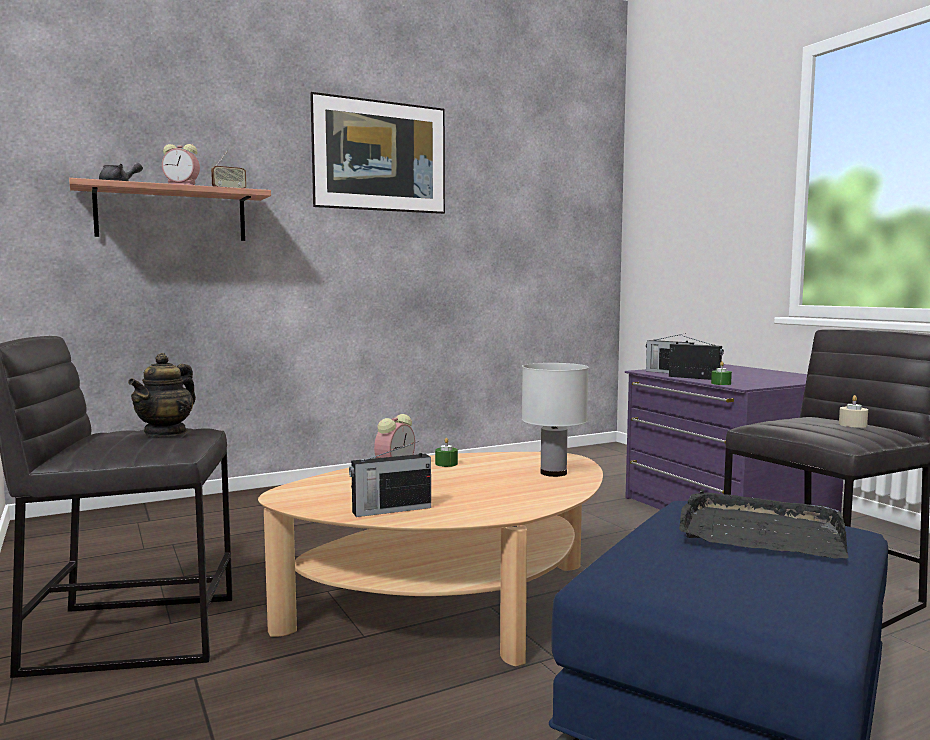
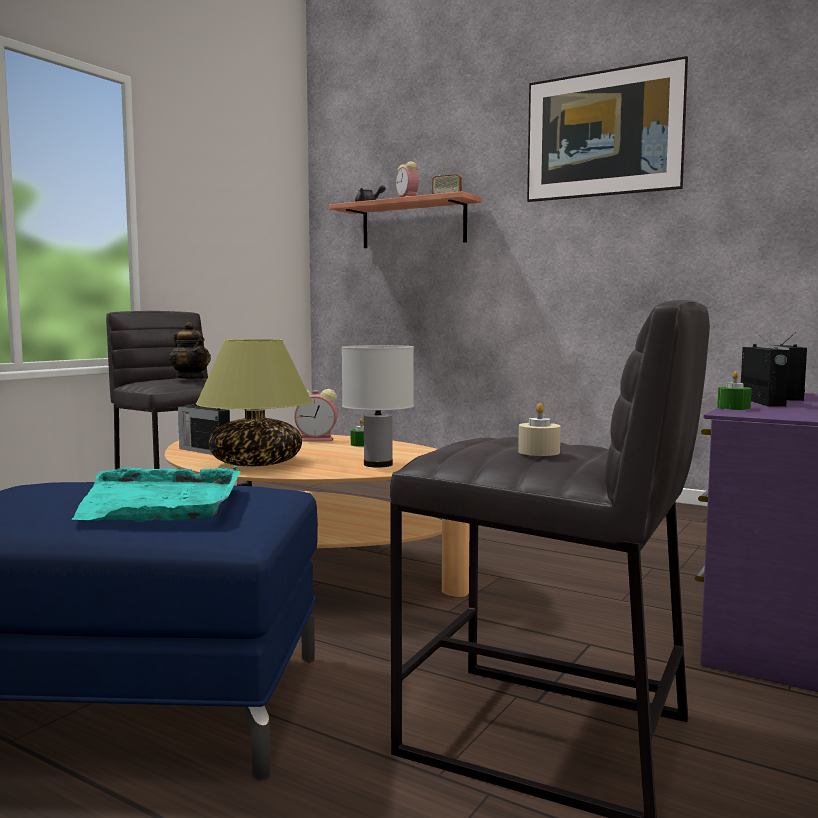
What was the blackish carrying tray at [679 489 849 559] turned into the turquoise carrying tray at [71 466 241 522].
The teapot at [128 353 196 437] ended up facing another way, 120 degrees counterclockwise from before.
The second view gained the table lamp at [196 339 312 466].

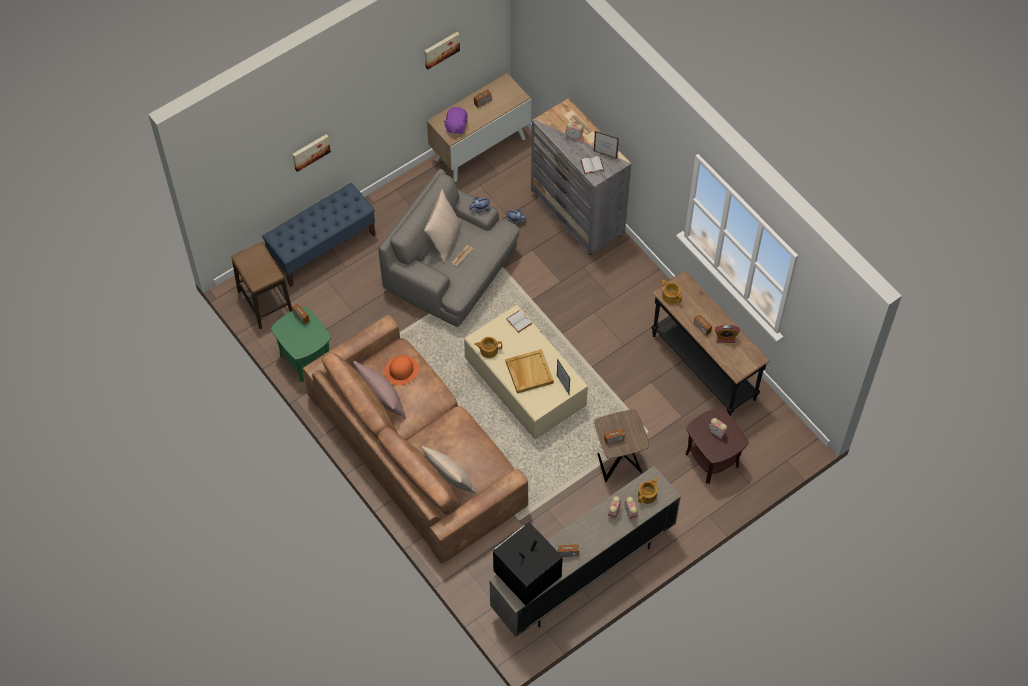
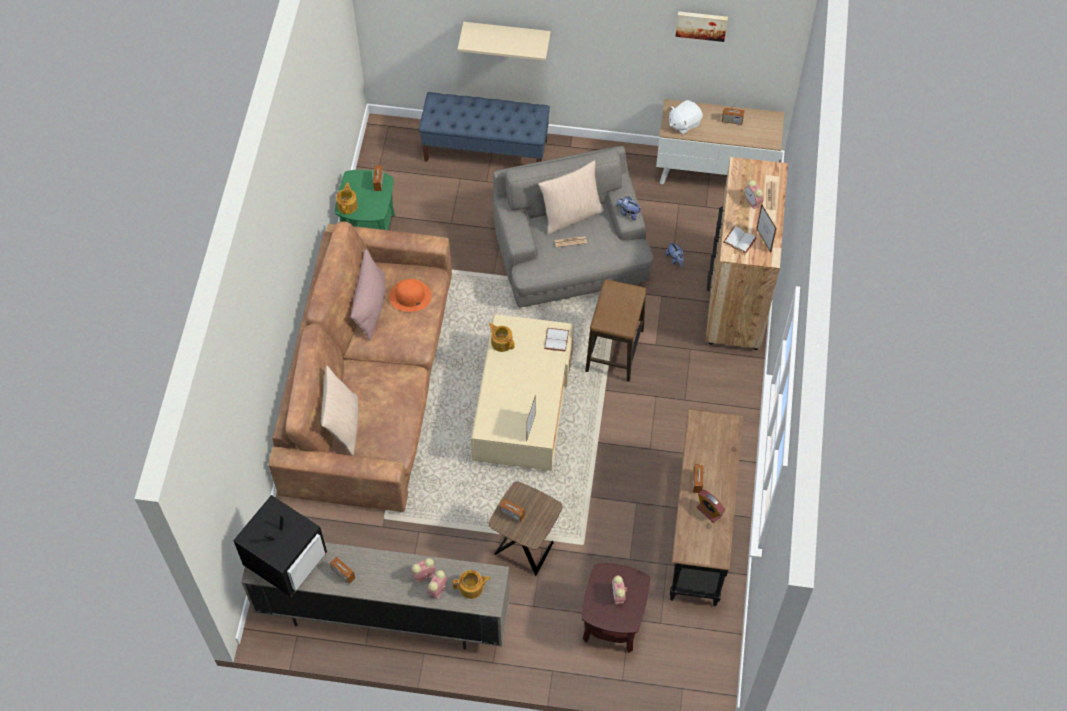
The television at [493 522 563 606] ended up facing another way, 120 degrees clockwise from before.
The teapot ended up elsewhere, having gone from [661 279 682 304] to [336 183 358 214].
Where the wall picture hung at [293 134 331 172], the sand-coloured bracket shelf came to hang at [458 22 551 61].
The sitting stool ended up elsewhere, having gone from [231 242 293 329] to [585 279 647 382].
What was the purple-coloured soft toy at [443 107 468 134] turned into the white soft toy at [669 100 703 134].
What was the gray drawer chest at [531 98 631 255] turned into the brown drawer chest at [705 157 788 350].
The second view lost the sand-coloured carrying tray at [506 349 554 394].

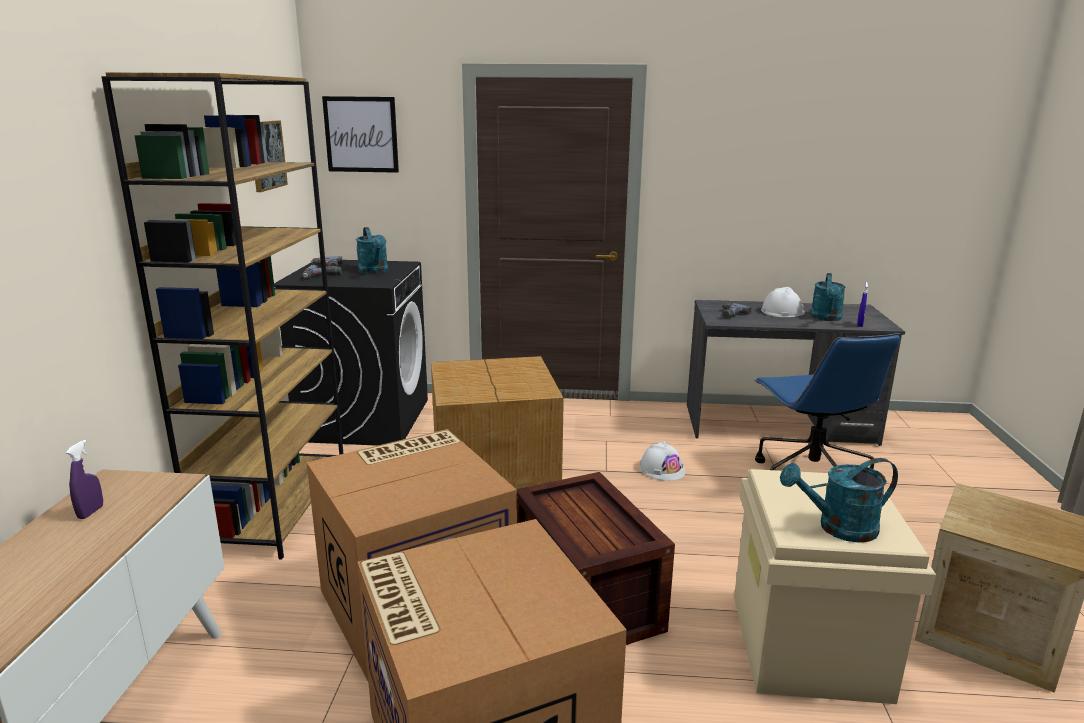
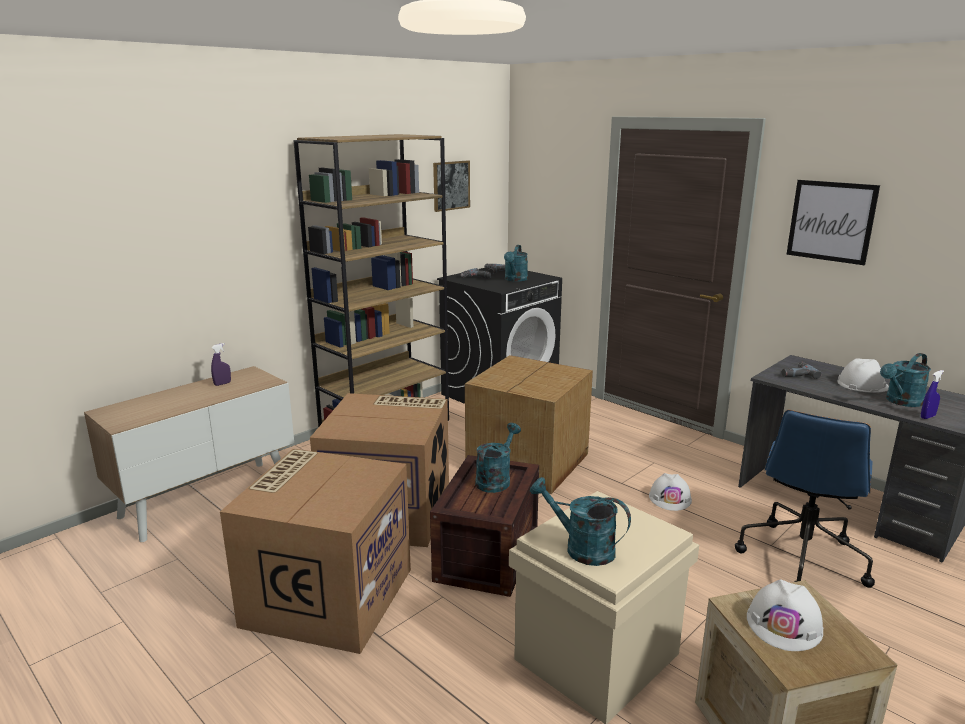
The second view gained the turquoise watering pot at [475 423 521 493].
The second view gained the white hard hat at [747 579 824 651].
The wall picture ended up elsewhere, having gone from [322 96 399 173] to [786 180 880 265].

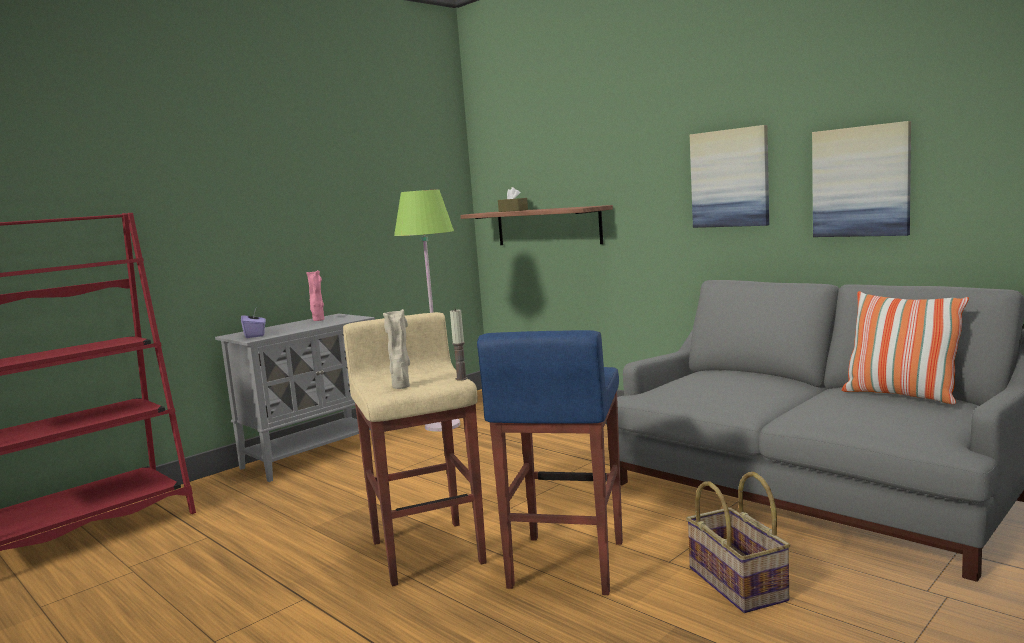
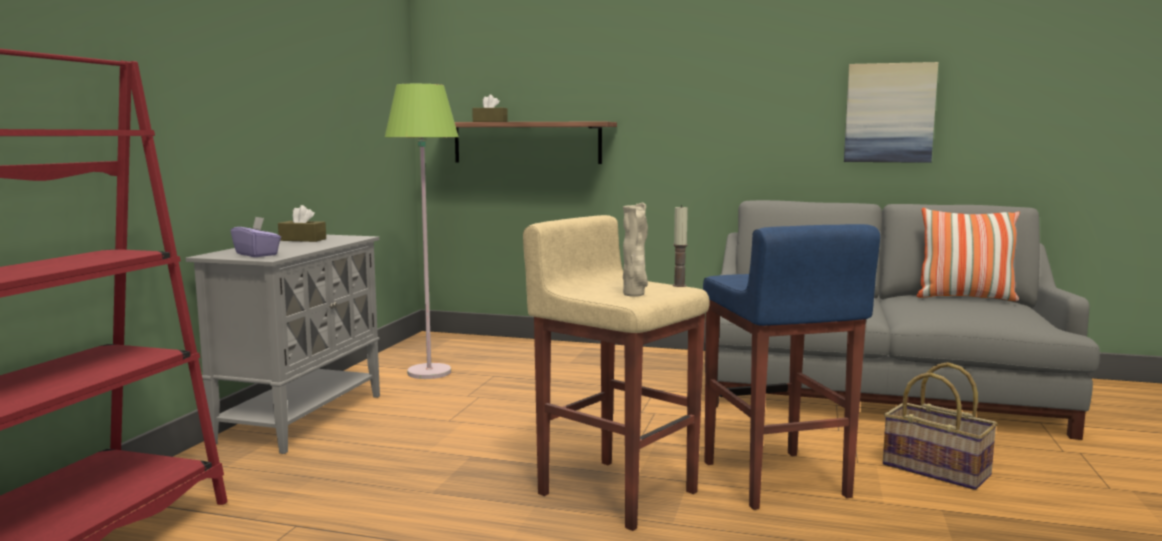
Where the pinkish flower vase stood at [306 270 324 321], the brown tissue holder came to stand at [278 205 326 242].
The second view lost the wall picture at [690 125 769 228].

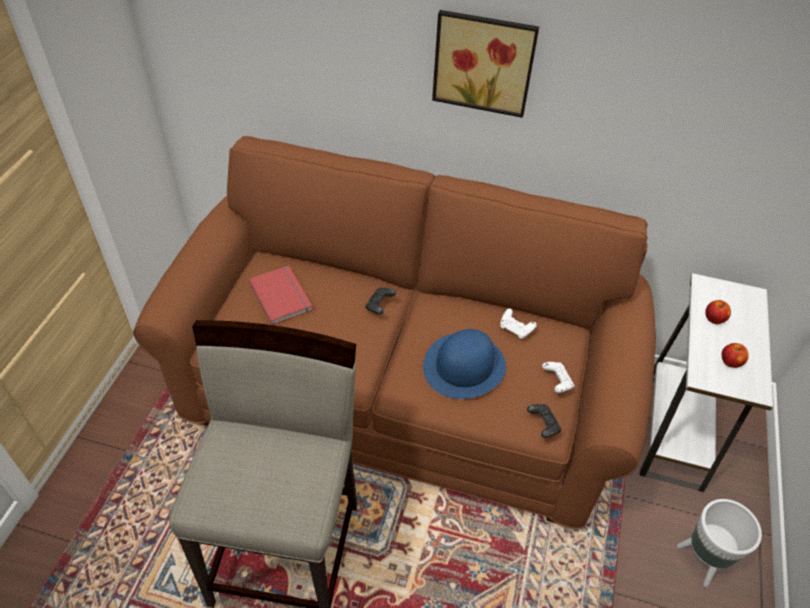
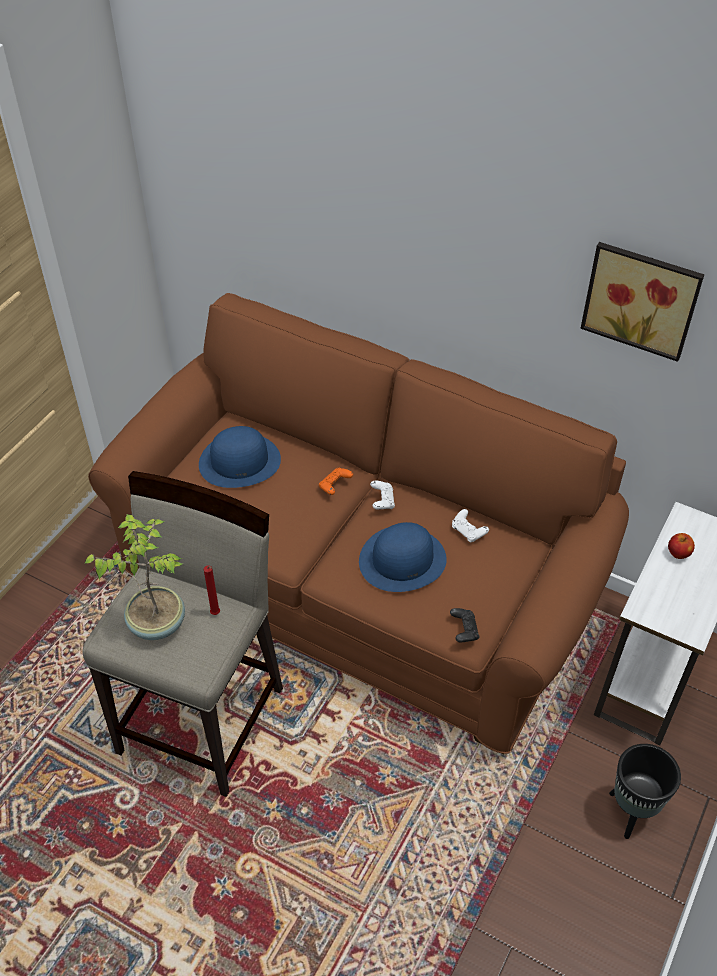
The second view gained the houseplant at [84 514 185 640].
Where the reddish volume stood at [249 266 313 325], the bluish clothing hat came to stand at [199 426 281 488].
The second view gained the reddish wax light at [204 565 220 615].
What was the blackish gamepad at [365 287 396 315] turned into the orangey gamepad at [319 467 353 495].
The white gamepad ended up elsewhere, having gone from [542 362 574 393] to [370 481 395 510].
The wall picture ended up elsewhere, having gone from [432 10 539 118] to [580 242 704 362].
What was the white plant pot at [677 499 762 587] turned into the blackish plant pot at [609 744 681 839].
The second view lost the apple at [722 343 749 368].

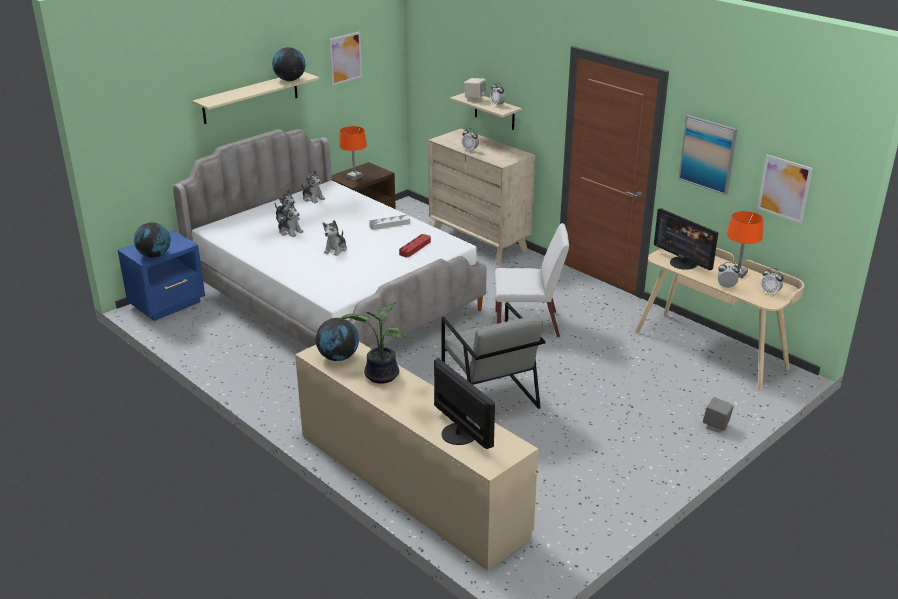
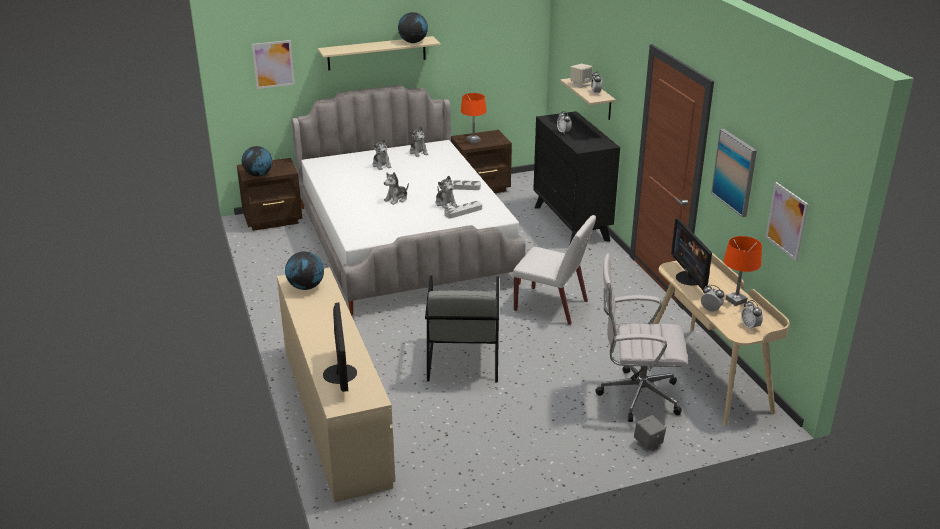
What was the bluish bedside table at [118 230 205 321] turned into the brown bedside table at [237 158 303 231].
The wall picture ended up elsewhere, having gone from [329 32 362 86] to [252 40 295 89].
The soft toy ended up elsewhere, having gone from [276 202 304 237] to [436 176 457 209].
What was the reddish carrying tray at [399 234 431 257] turned into the gray carrying tray at [445 201 482 219].
What was the sand-coloured drawer chest at [428 129 535 266] turned into the blackish drawer chest at [533 111 620 246].
The second view gained the white office chair at [595 254 688 422].
The second view lost the houseplant at [340 302 407 384].

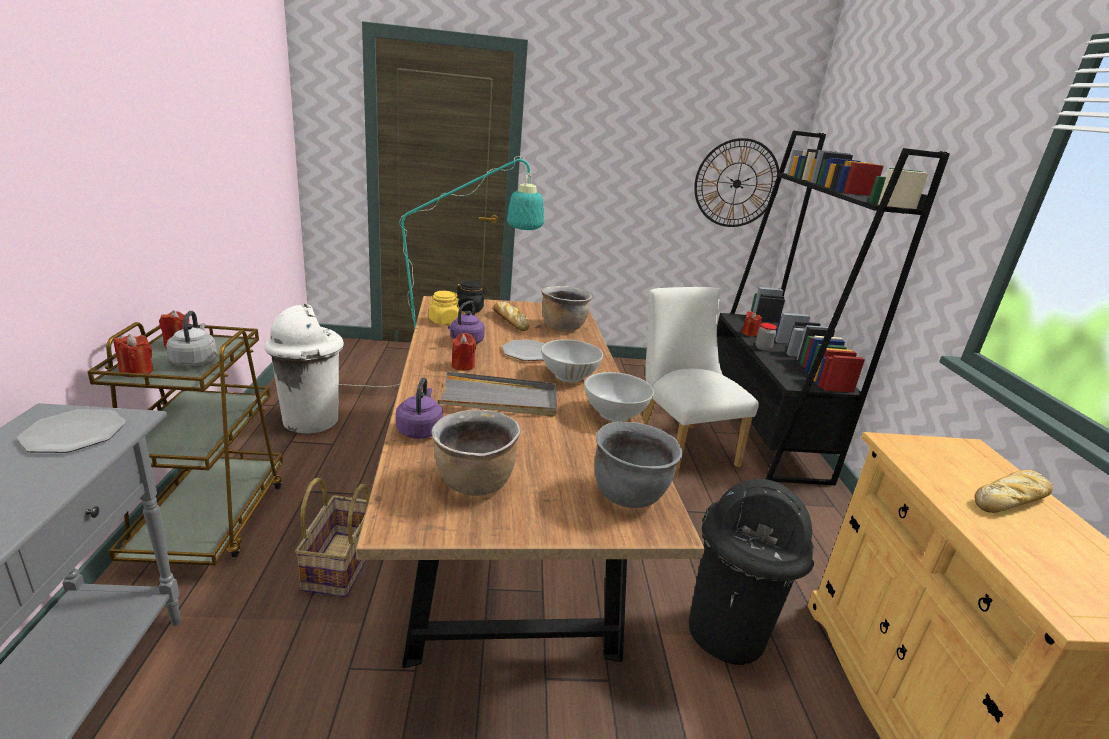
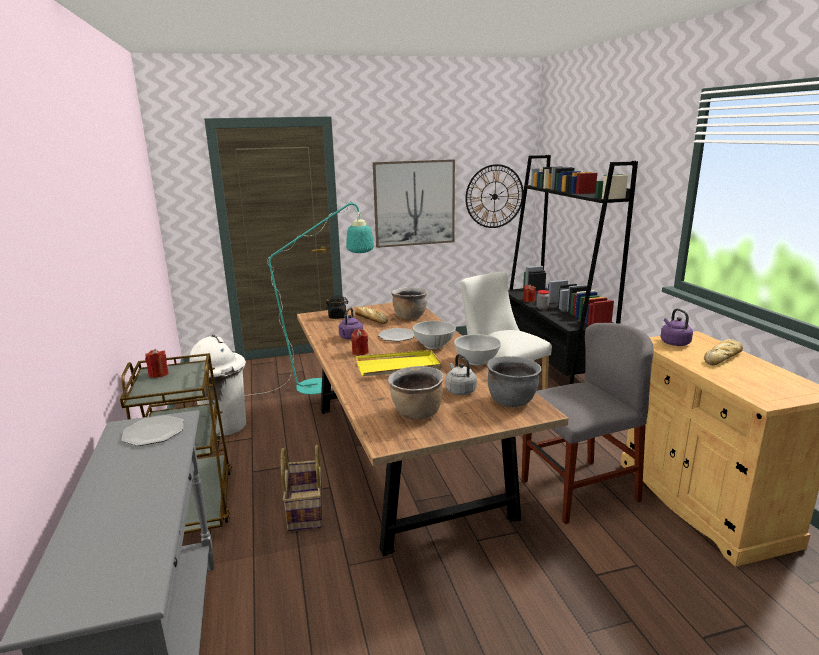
What was the gray carrying tray at [438 371 557 417] turned into the yellowish carrying tray at [356 350 442 376].
The second view gained the wall picture at [373 159 455 248].
The gray tea kettle ended up elsewhere, having gone from [166 311 217 367] to [445 354 477 395].
Where the blackish trash can stood at [689 479 814 665], the gray chair came to stand at [522 323 654 524].
The purple-coloured tea kettle ended up elsewhere, having gone from [396 377 443 439] to [660 308 693 346].
The second view lost the reddish wax light at [114 334 154 377].
The second view lost the yellowish jar at [428 291 459 325].

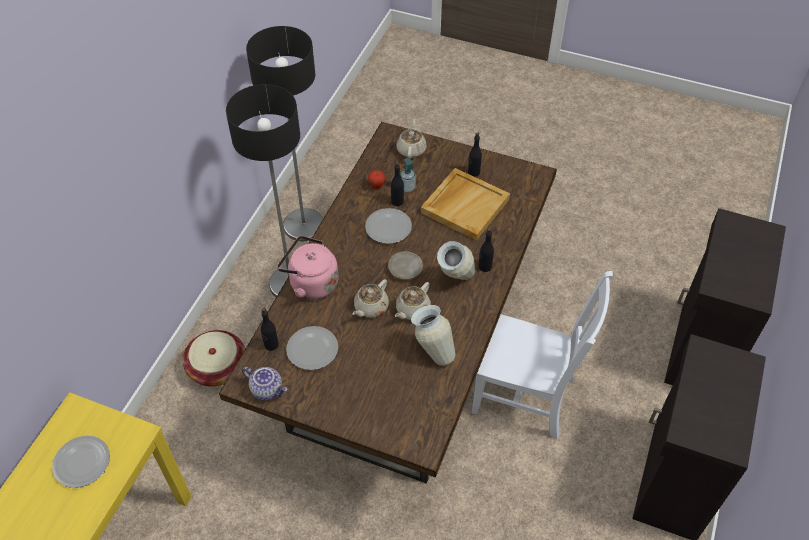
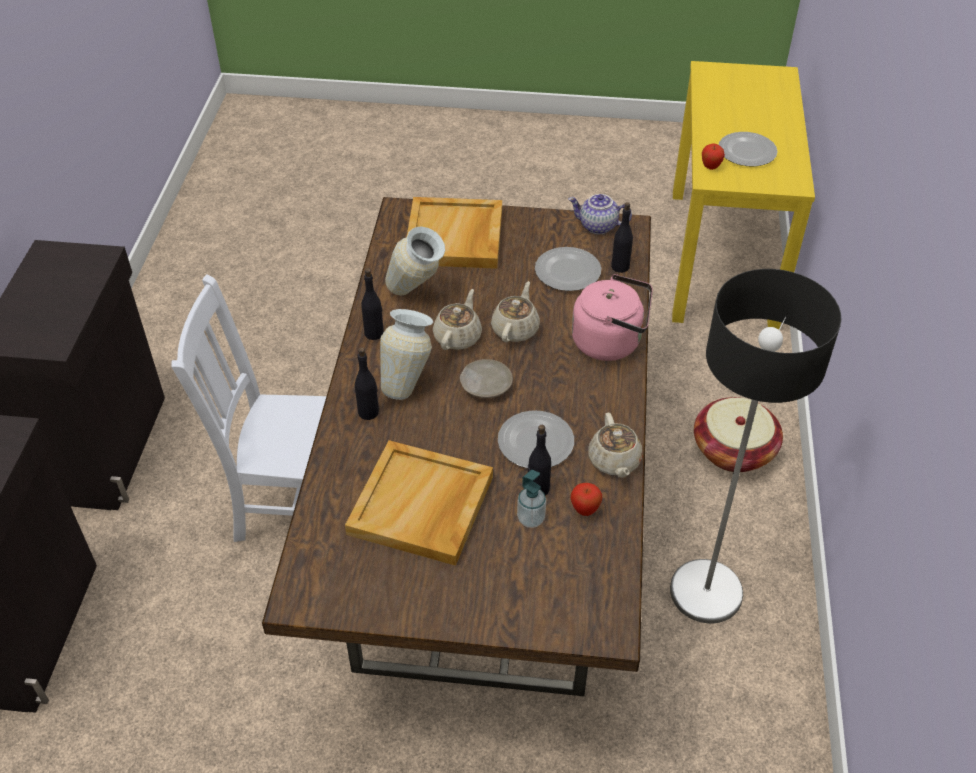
The blackish bottle ended up elsewhere, having gone from [468 132 482 177] to [362 268 384 340].
The second view gained the sand-coloured carrying tray at [407 197 502 269].
The sand-coloured teapot ended up elsewhere, having gone from [396 119 427 158] to [588 413 643 478].
The second view gained the apple at [702 144 725 170].
The second view lost the floor lamp at [246 26 323 241].

